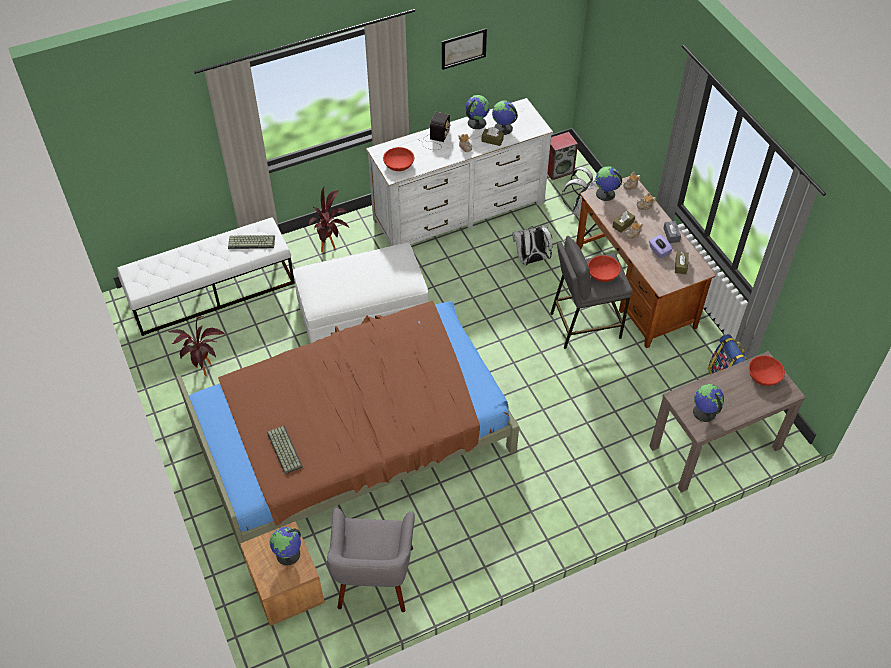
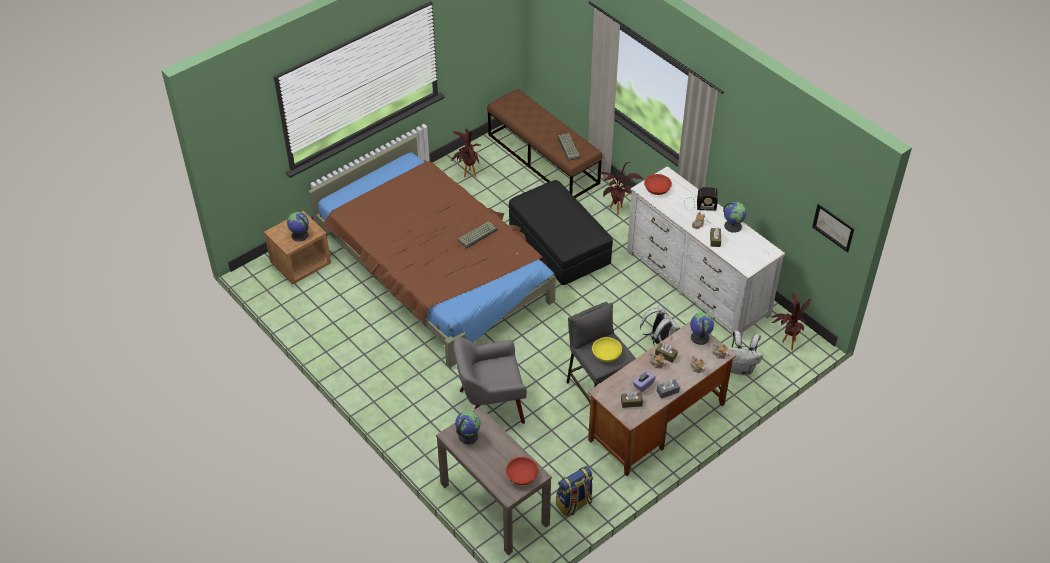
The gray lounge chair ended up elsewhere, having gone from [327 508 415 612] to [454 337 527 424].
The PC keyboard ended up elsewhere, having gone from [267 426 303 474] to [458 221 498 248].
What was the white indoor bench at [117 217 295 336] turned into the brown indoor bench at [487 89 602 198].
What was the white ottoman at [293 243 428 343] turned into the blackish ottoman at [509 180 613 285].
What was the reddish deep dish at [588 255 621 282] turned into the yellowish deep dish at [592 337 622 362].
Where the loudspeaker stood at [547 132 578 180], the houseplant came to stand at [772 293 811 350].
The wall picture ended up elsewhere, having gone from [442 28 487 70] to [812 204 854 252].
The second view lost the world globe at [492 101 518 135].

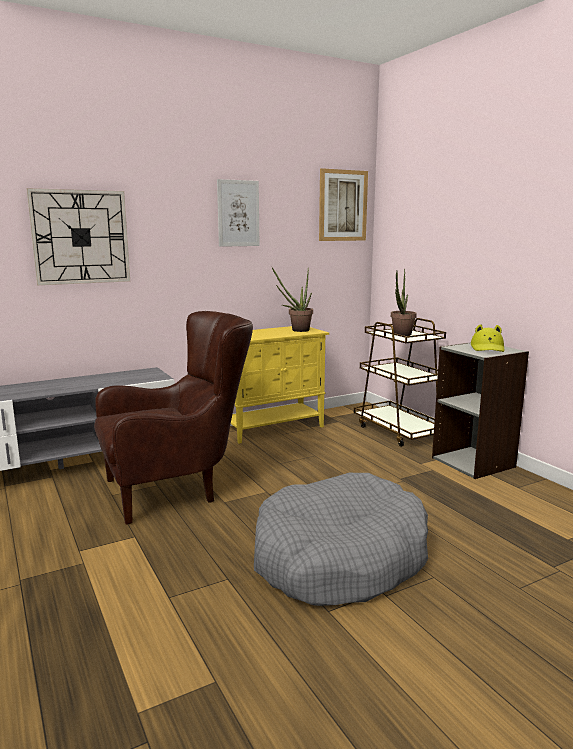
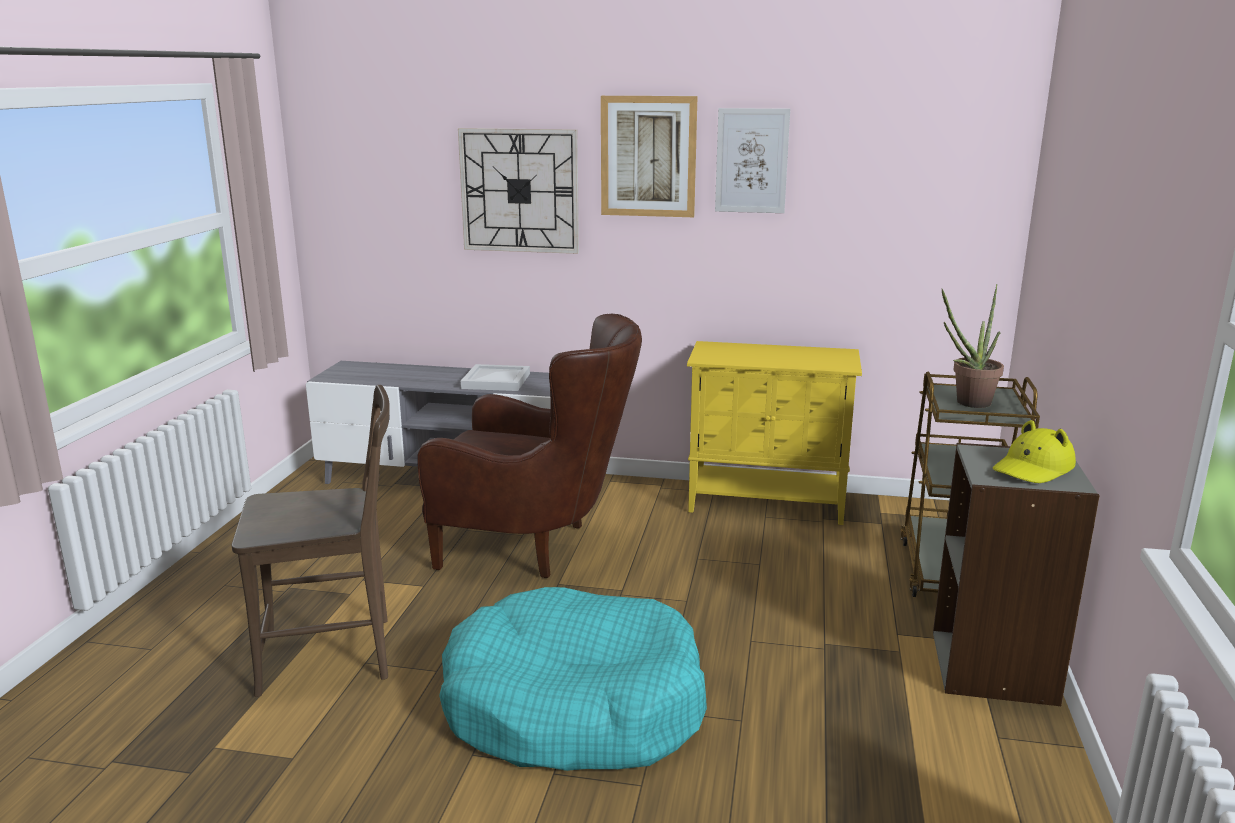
The second view gained the brown chair at [231 385 389 697].
What was the gray dog bed at [254 473 428 606] turned into the turquoise dog bed at [439 587 707 771].
The second view gained the white carrying tray at [461 364 530 391].
The wall picture ended up elsewhere, having gone from [319 168 368 241] to [601 96 698 217].
The second view lost the houseplant at [272 267 313 332].

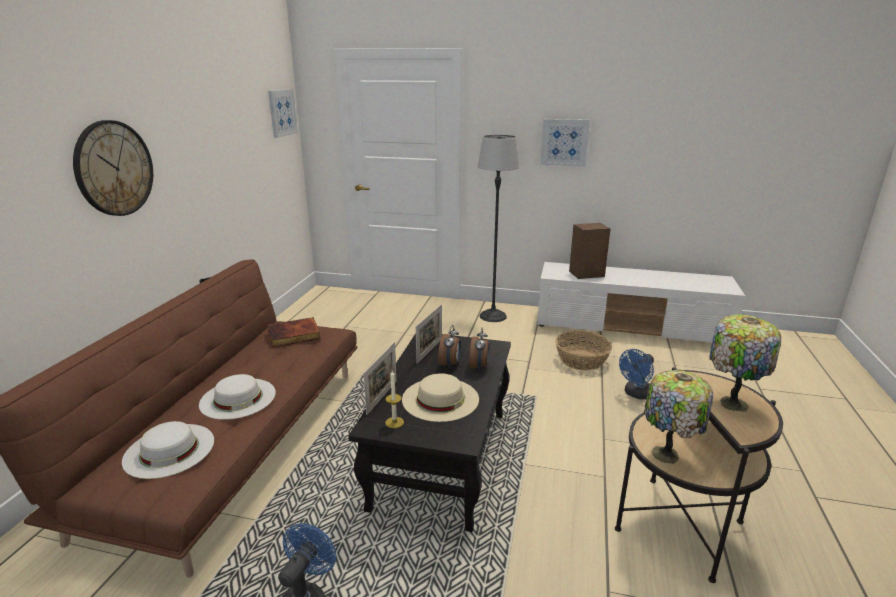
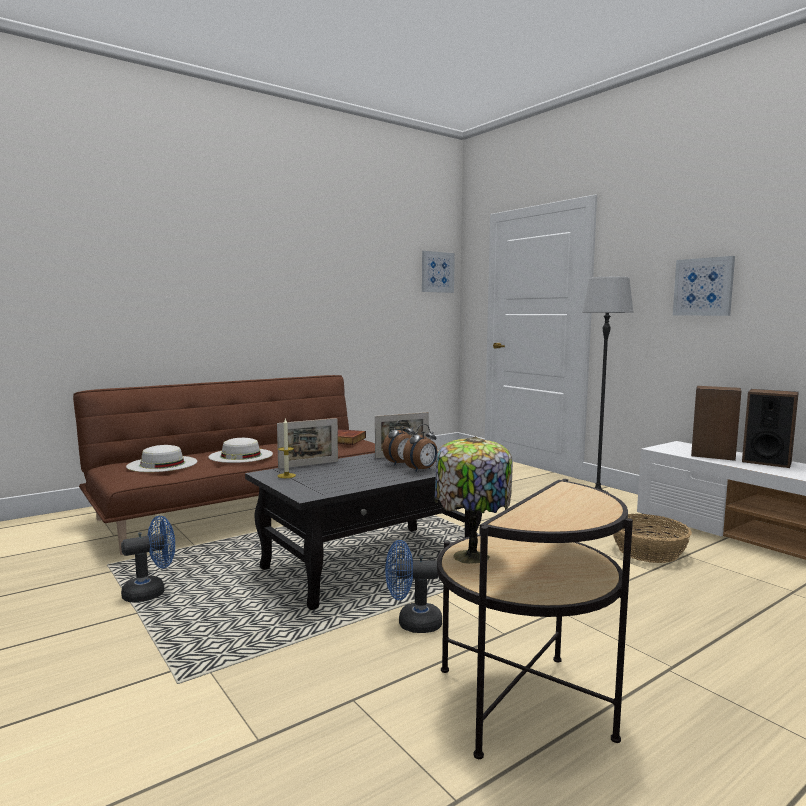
The bluish electric fan ended up elsewhere, having gone from [619 349 654 399] to [385 540 442 633].
The second view gained the loudspeaker at [742 389 799 468].
The second view lost the wall clock at [73 120 153 216].
The second view lost the sand-coloured clothing hat at [402 373 479 422].
The second view lost the table lamp at [709 314 781 412].

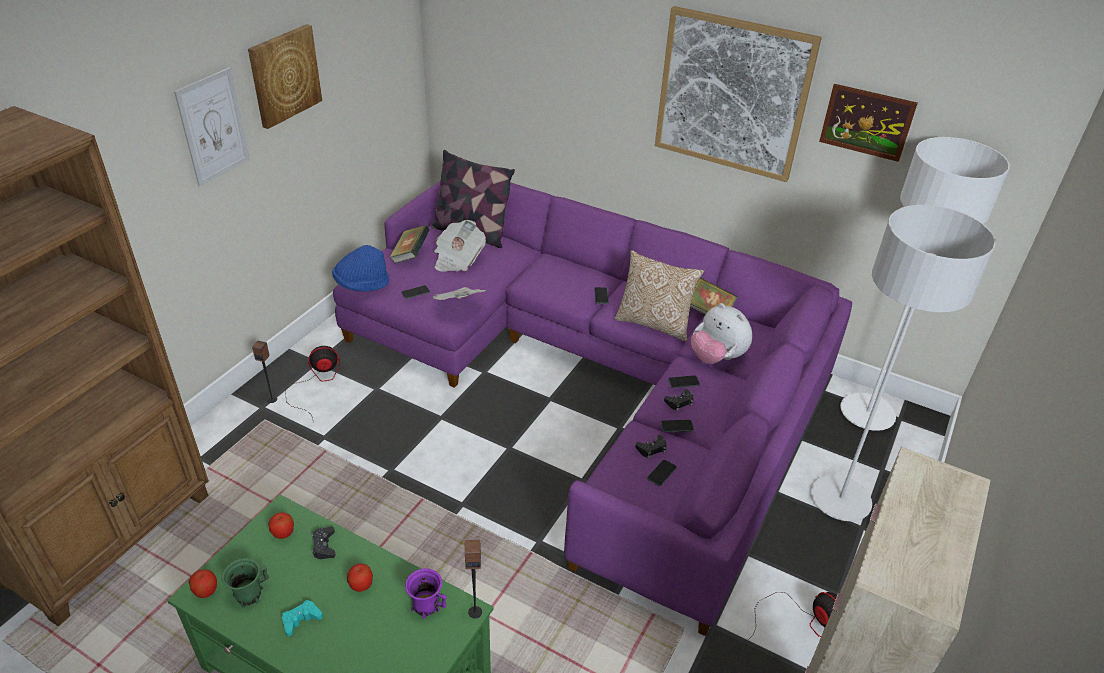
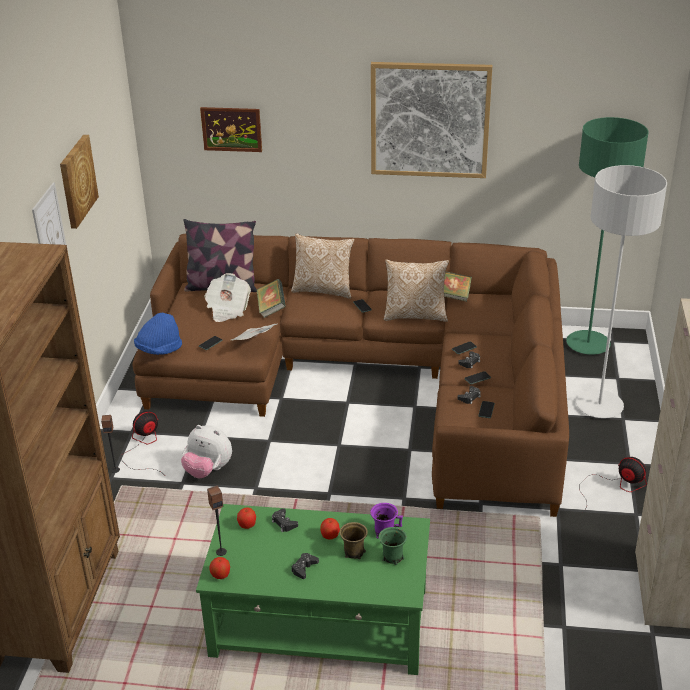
What was the purple-coloured sofa at [333 180 852 636] turned into the brown sofa at [132 234 569 517].
The soft toy ended up elsewhere, having gone from [691 303 752 364] to [181 425 232 478].
The wall picture ended up elsewhere, having gone from [819 84 918 162] to [200 107 262 152].
The loudspeaker ended up elsewhere, having gone from [465 539 482 619] to [207 485 227 556].
The volume ended up elsewhere, having gone from [389 225 430 264] to [257 279 286 318].
The second view gained the cushion at [291 234 355 299].
What was the turquoise gamepad at [282 600 323 636] turned into the blackish gamepad at [292 553 319 579].
The second view gained the brown coffee mug at [339 522 368 559].
The greenish coffee mug ended up elsewhere, having gone from [222 558 269 608] to [379 527 407 565].
What was the white floor lamp at [840 137 1010 431] turned into the greenish floor lamp at [566 117 648 355].

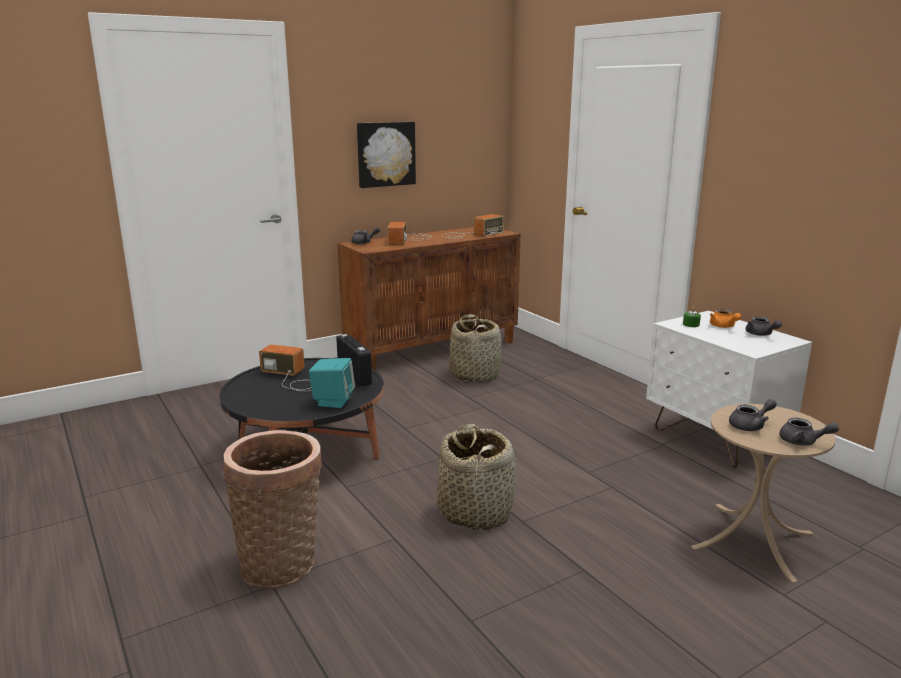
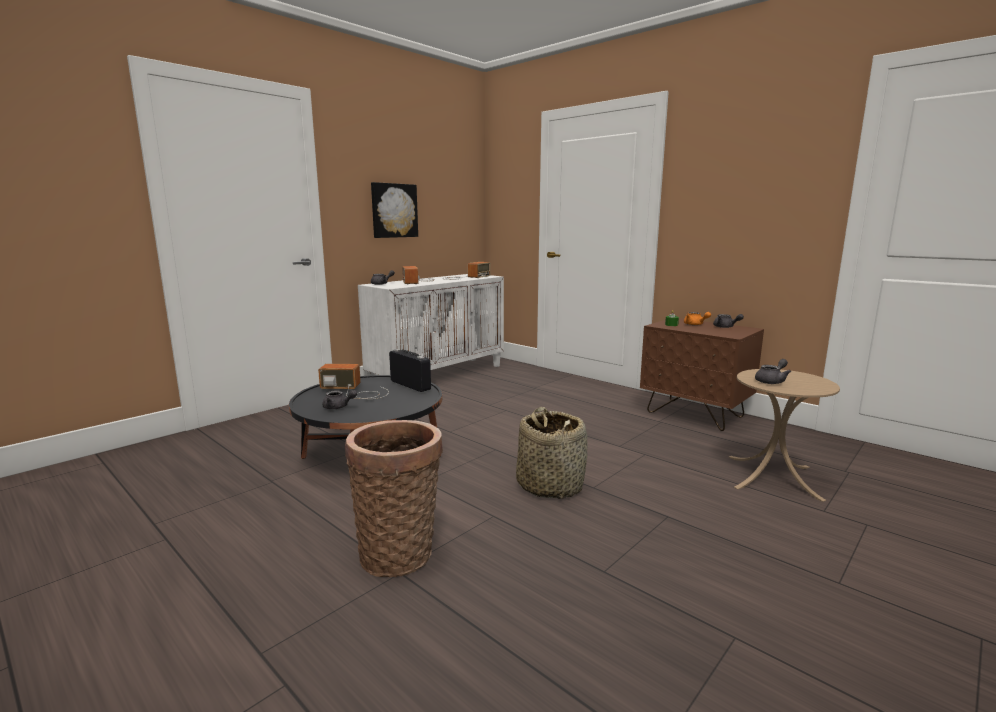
The gray teapot ended up elsewhere, having gone from [779 418 839 446] to [322 390 357 409].
What was the brown cupboard at [337 227 521 371] turned into the white cupboard at [358 274 504 376].
What was the white bedside table at [646 311 812 468] turned into the brown bedside table at [640 318 764 431].
The second view lost the turquoise loudspeaker at [309 358 355 408].
The second view lost the basket at [449 314 502 383].

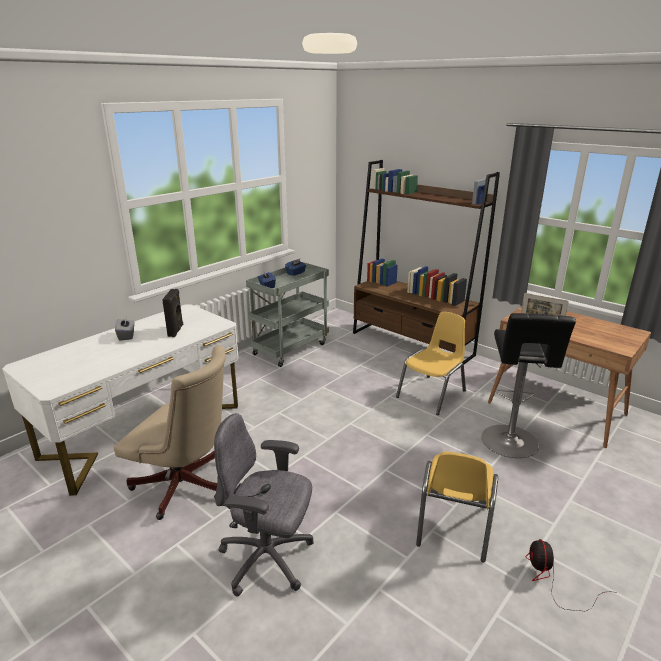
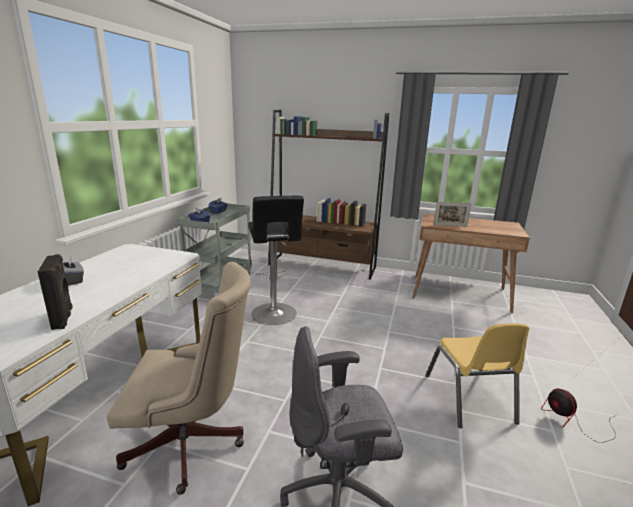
The blackish loudspeaker ended up elsewhere, having gone from [162 289 183 337] to [38 254 73 330].
The blackish sitting stool ended up elsewhere, having gone from [481 313 576 458] to [248 196 304 325].
The second view lost the yellowish chair at [396 312 466 415].

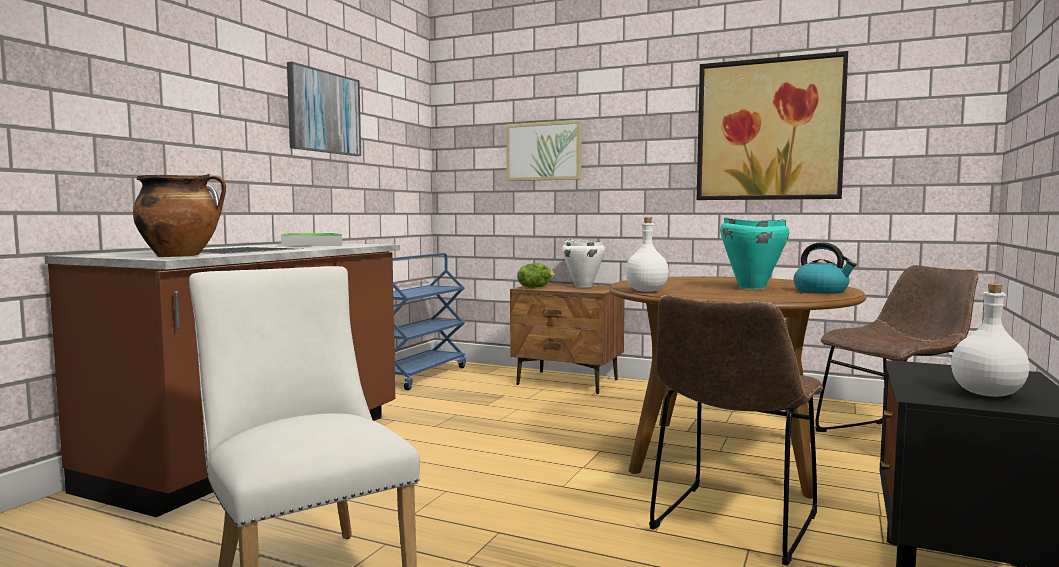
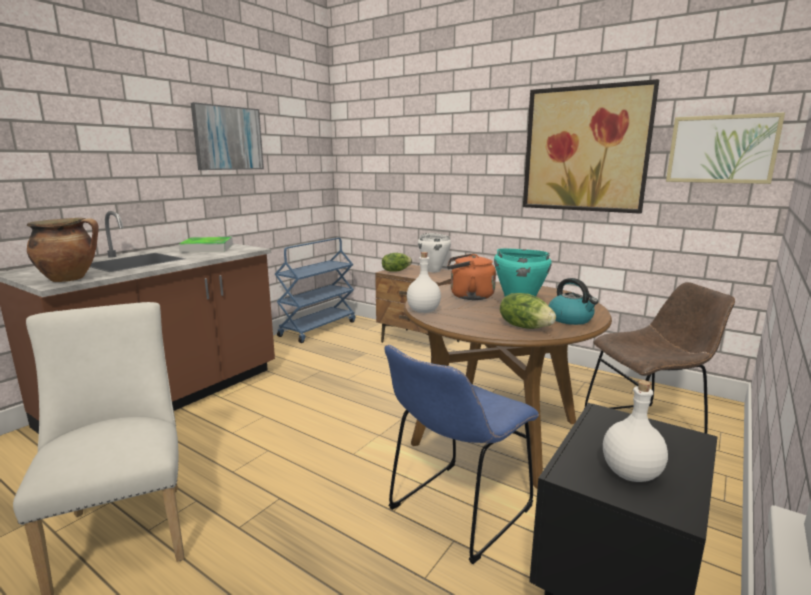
What was the brown chair at [649 295 823 566] turned into the bluish chair at [384 345 539 564].
The second view gained the orangey tea kettle at [447 253 496 300].
The second view gained the lettuce at [500 293 556 329].
The wall picture ended up elsewhere, having gone from [506 120 582 181] to [666 112 785 184].

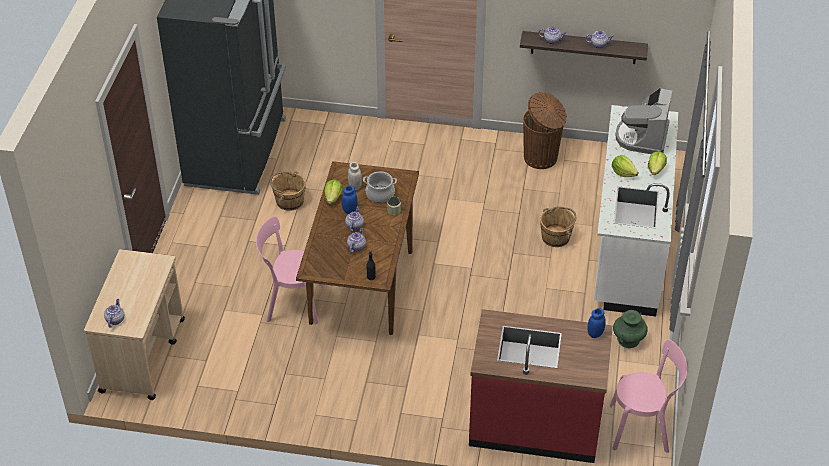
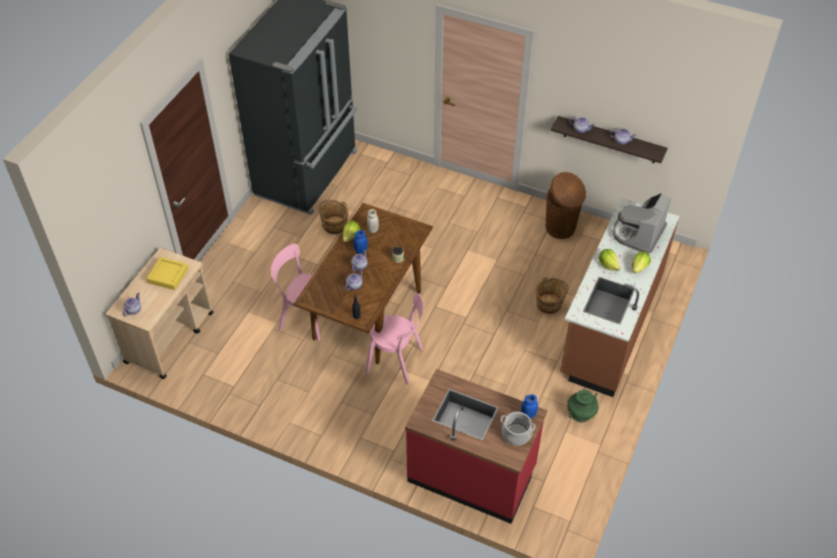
The second view gained the yellowish carrying tray at [147 257 188 290].
The pinkish chair ended up elsewhere, having gone from [610 340 687 453] to [366 293 424 385].
The cooking pot ended up elsewhere, having gone from [363 171 397 203] to [501 412 536 446].
What was the white kitchen base unit at [594 105 678 316] turned into the brown kitchen base unit at [560 198 679 397].

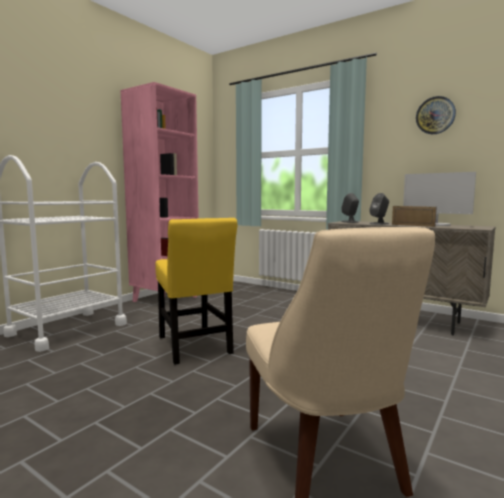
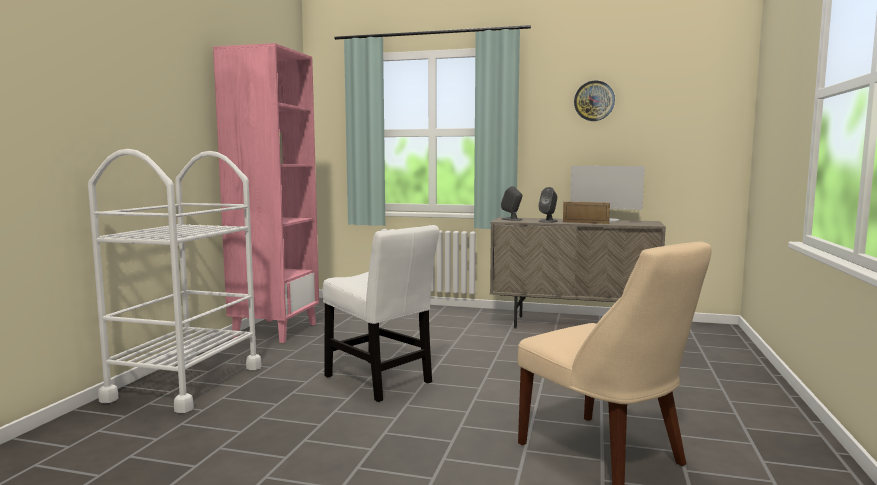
What was the yellowish chair at [155 218 238 365] turned into the white chair at [323 225 439 402].

